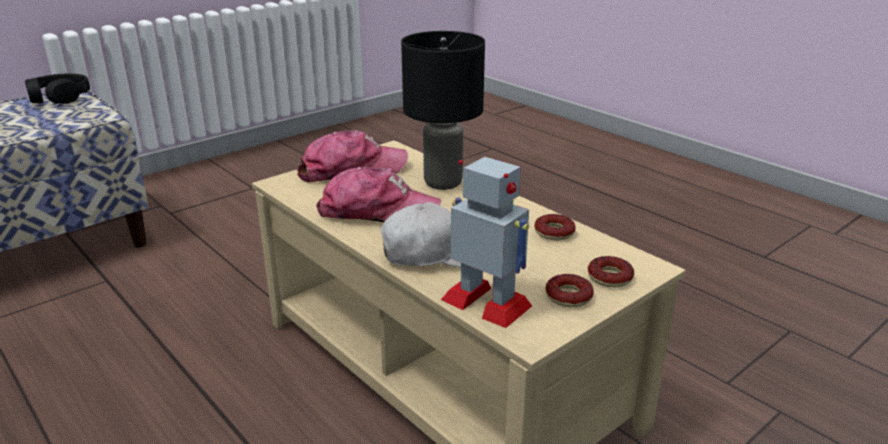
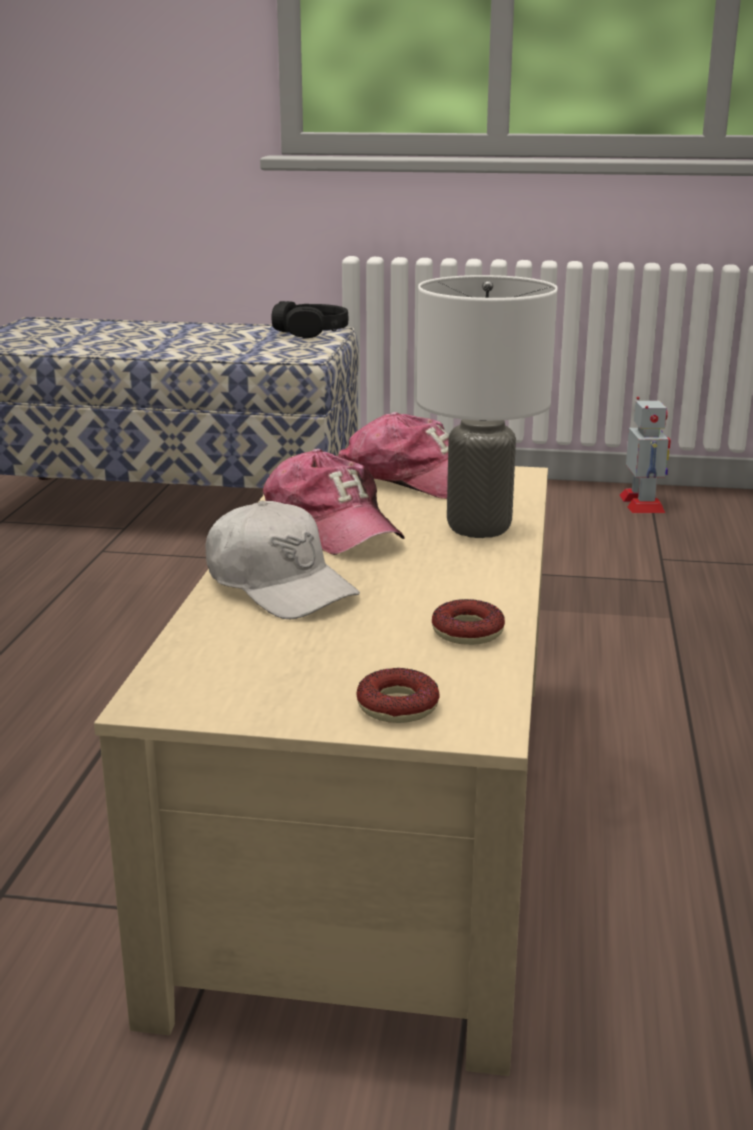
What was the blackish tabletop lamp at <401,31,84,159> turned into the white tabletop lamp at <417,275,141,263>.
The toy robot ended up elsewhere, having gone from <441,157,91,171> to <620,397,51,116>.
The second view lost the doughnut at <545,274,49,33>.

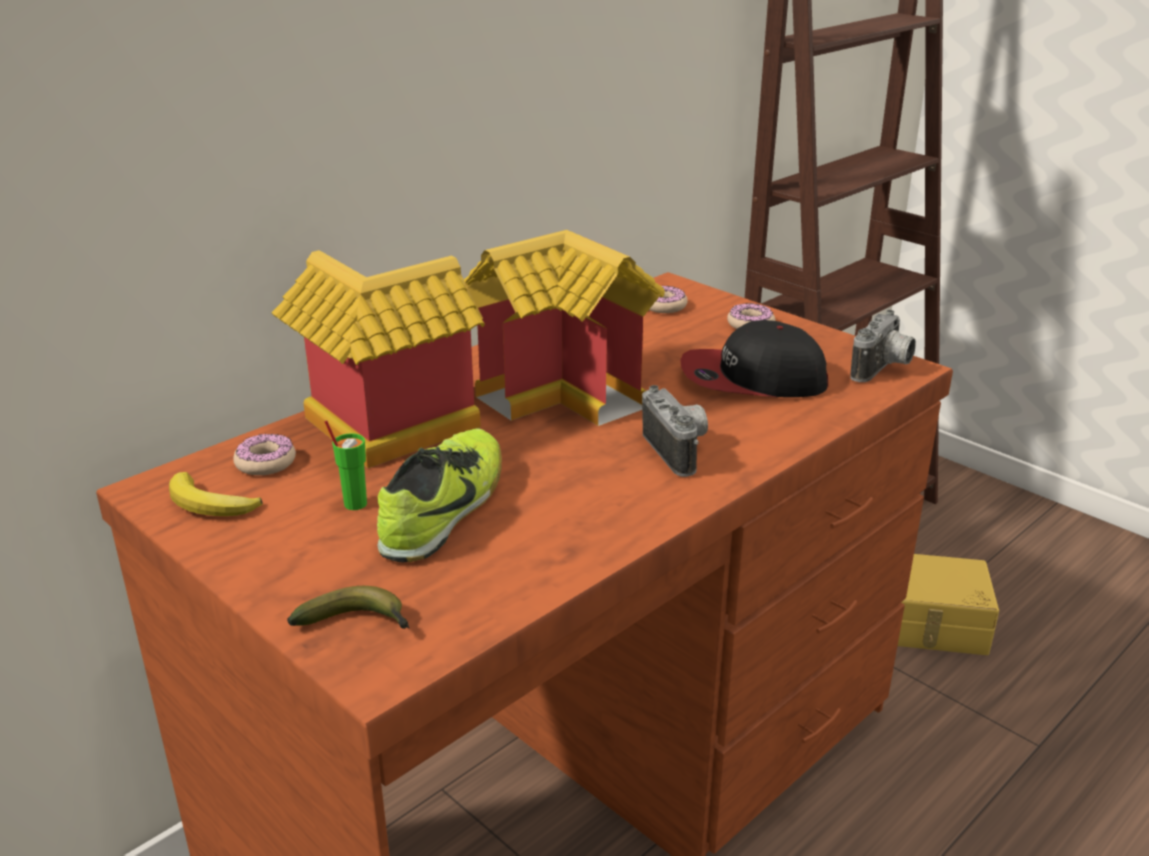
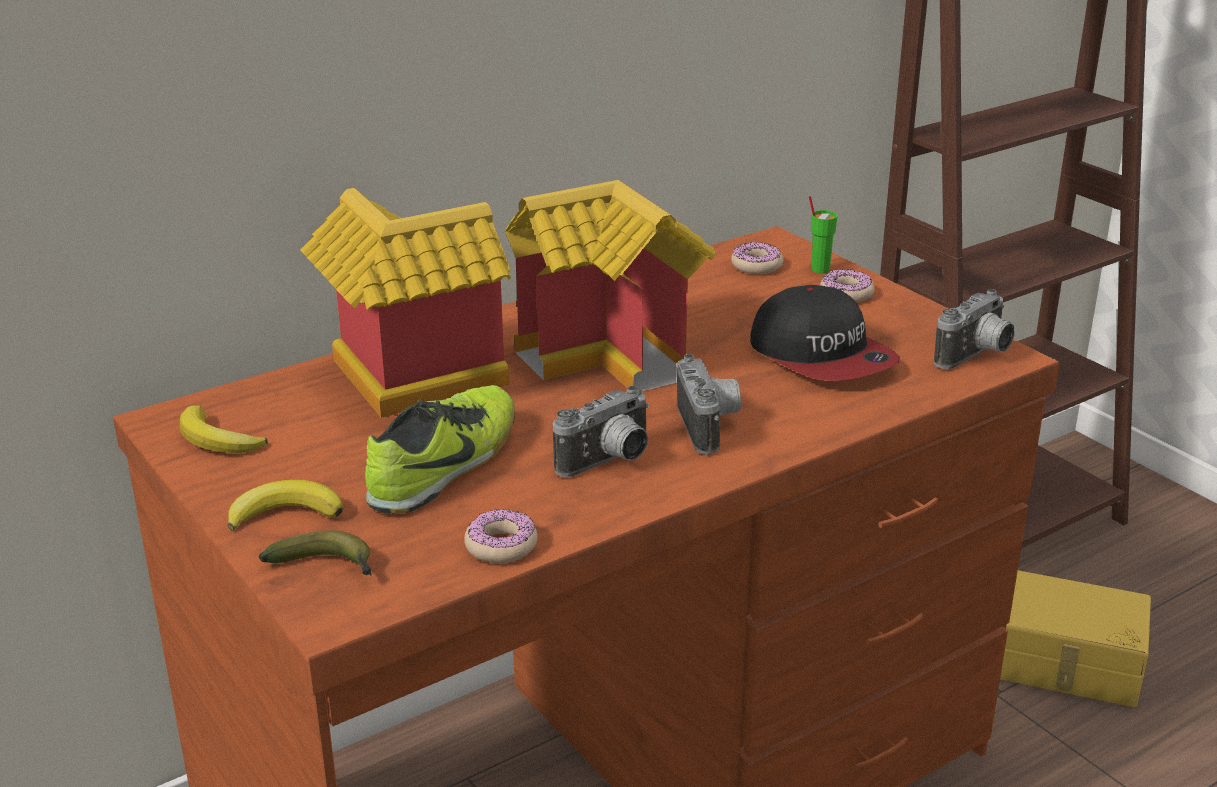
The peaked cap at <680,320,148,77> ended up facing another way, 135 degrees counterclockwise from before.
The green drinking cup ended up elsewhere, having gone from <325,420,42,90> to <809,196,29,77>.
The doughnut ended up elsewhere, having gone from <233,434,63,41> to <464,509,74,54>.
The second view gained the photo camera at <553,386,96,91>.
The second view gained the whole banana at <228,480,116,52>.

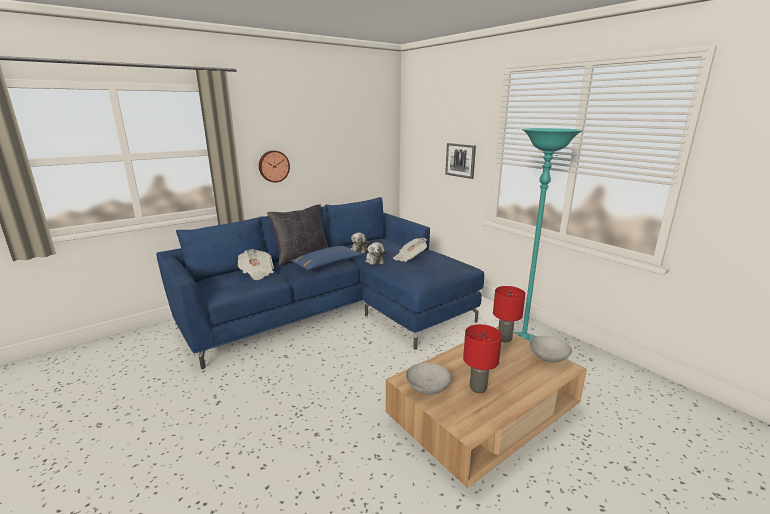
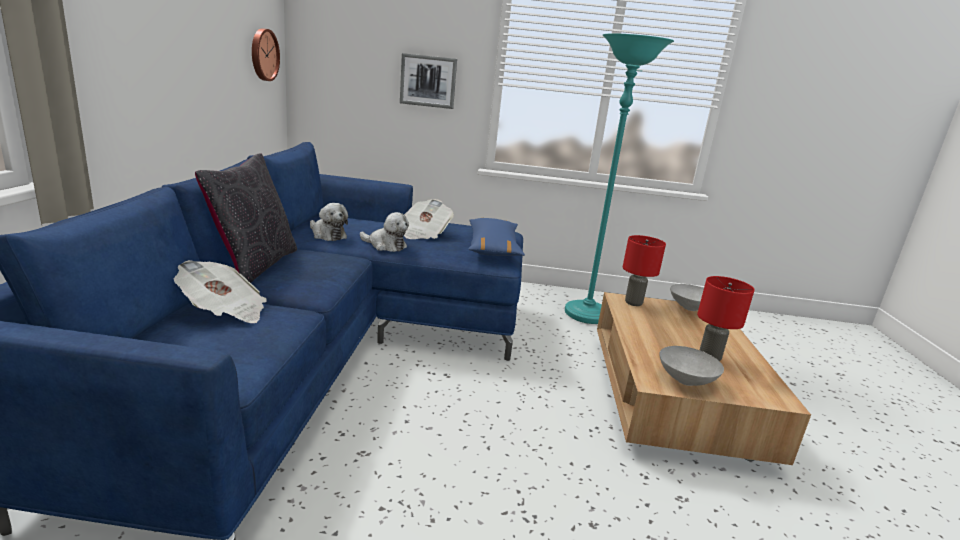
The wall clock ended up elsewhere, having gone from <259,150,31,33> to <252,28,28,53>.
The blue pillow ended up elsewhere, having gone from <291,246,71,24> to <468,218,57,38>.

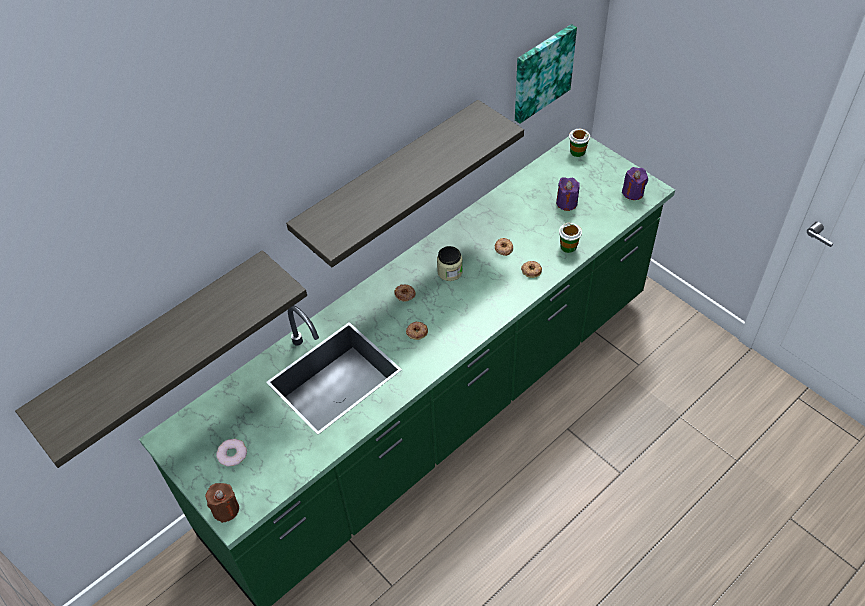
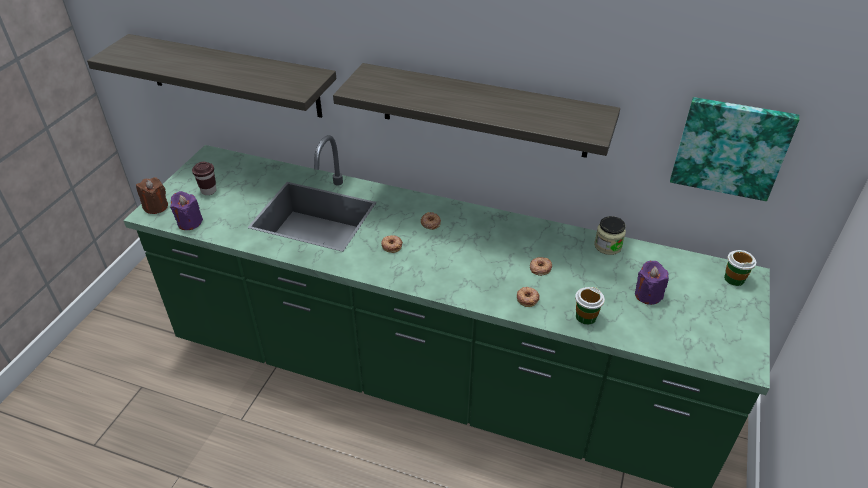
The purple wax candle ended up elsewhere, having gone from <622,167,26,33> to <170,191,33,39>.
The preserve jar ended up elsewhere, having gone from <437,246,26,35> to <594,216,32,39>.
Where the doughnut stood at <216,439,31,27>, the brownish drinking cup came to stand at <192,162,24,33>.

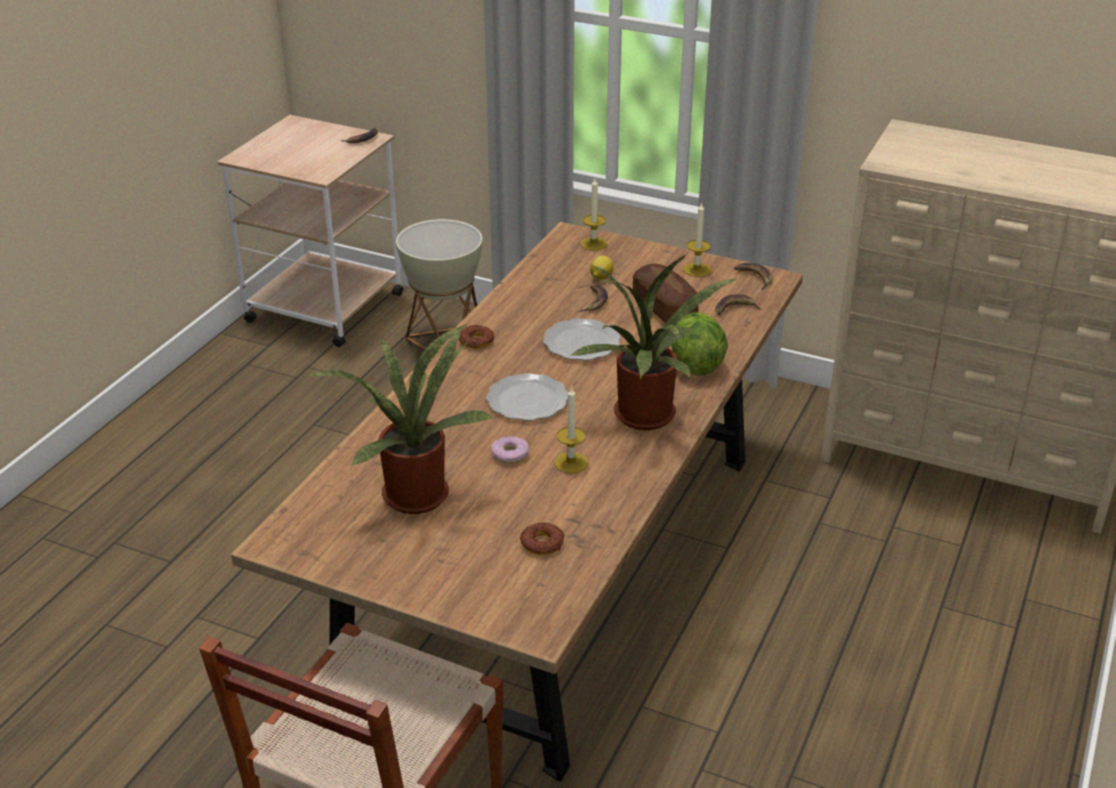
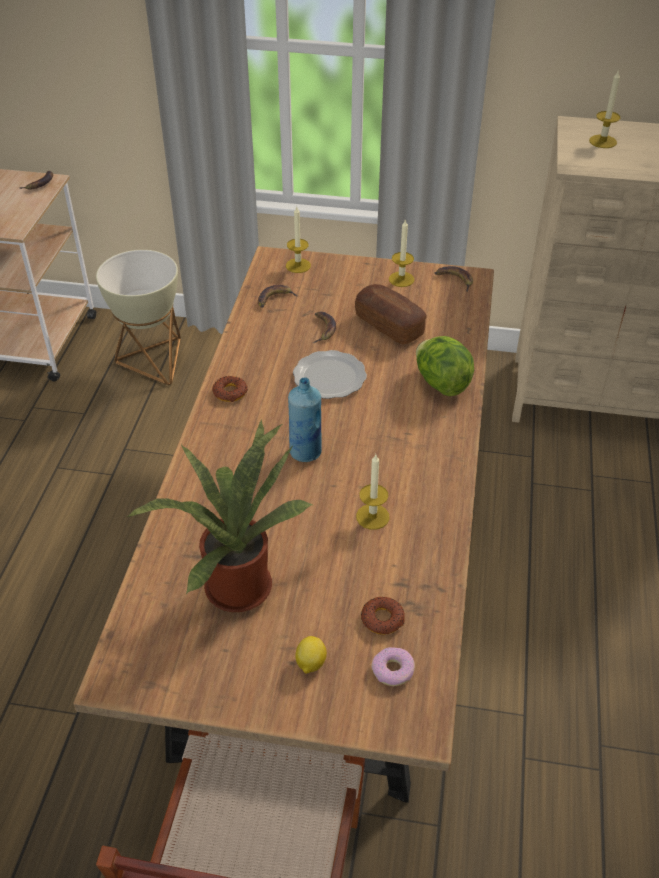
The second view lost the houseplant at <569,254,167,176>.
The lemon ended up elsewhere, having gone from <590,255,24,25> to <295,636,32,38>.
The whole banana ended up elsewhere, having gone from <715,294,47,21> to <258,284,41,24>.
Where the dinner plate stood at <486,373,82,48>, the blue bottle came to stand at <288,378,34,84>.
The doughnut ended up elsewhere, having gone from <491,436,38,28> to <371,647,44,39>.
The second view gained the wax candle at <589,71,31,77>.

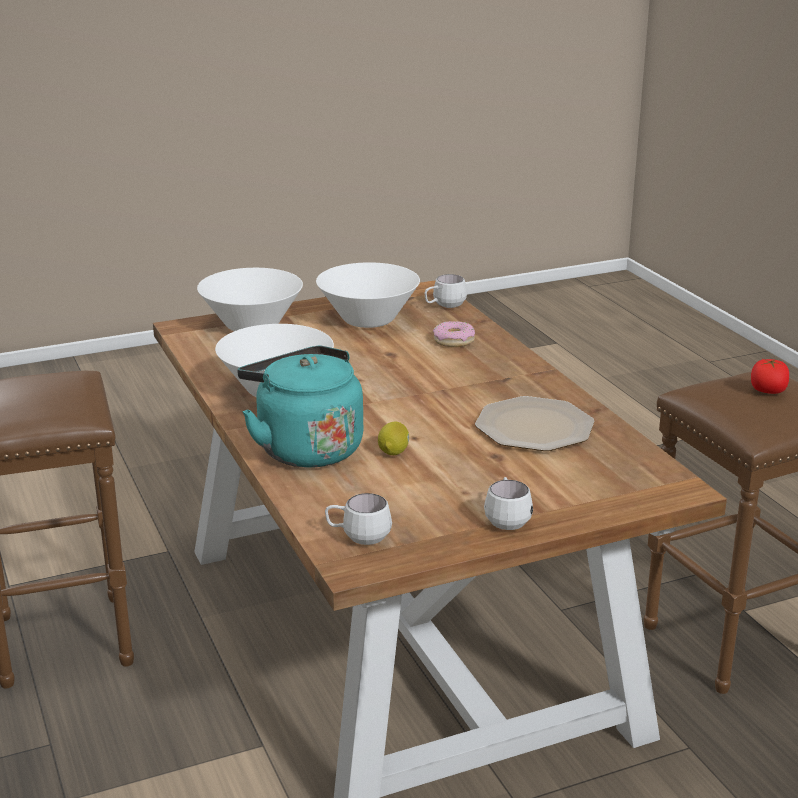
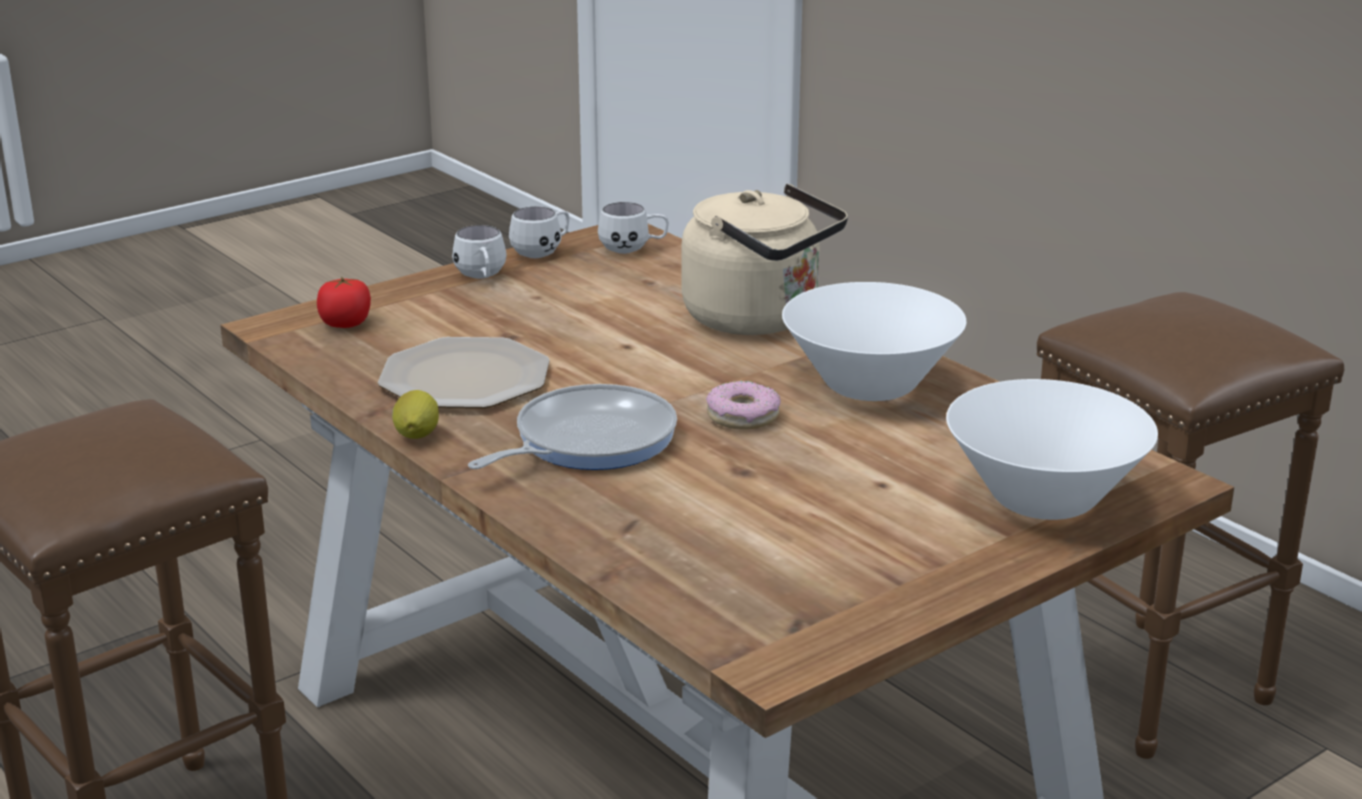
The second view lost the white serving bowl at <316,262,104,66>.
The white mug ended up elsewhere, having gone from <424,274,43,34> to <509,206,60,52>.
The doughnut ended up elsewhere, having gone from <433,321,42,26> to <706,381,75,49>.
What was the blue-green kettle at <237,345,126,123> turned into the beige kettle at <682,184,166,151>.
The tomato ended up elsewhere, having gone from <751,359,38,35> to <317,277,54,51>.
The lemon ended up elsewhere, having gone from <378,422,31,33> to <392,390,47,49>.
The second view gained the frying pan at <468,384,209,86>.

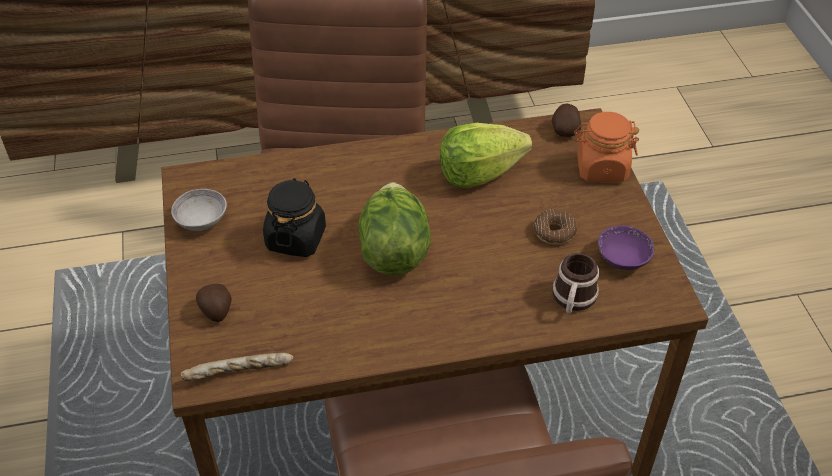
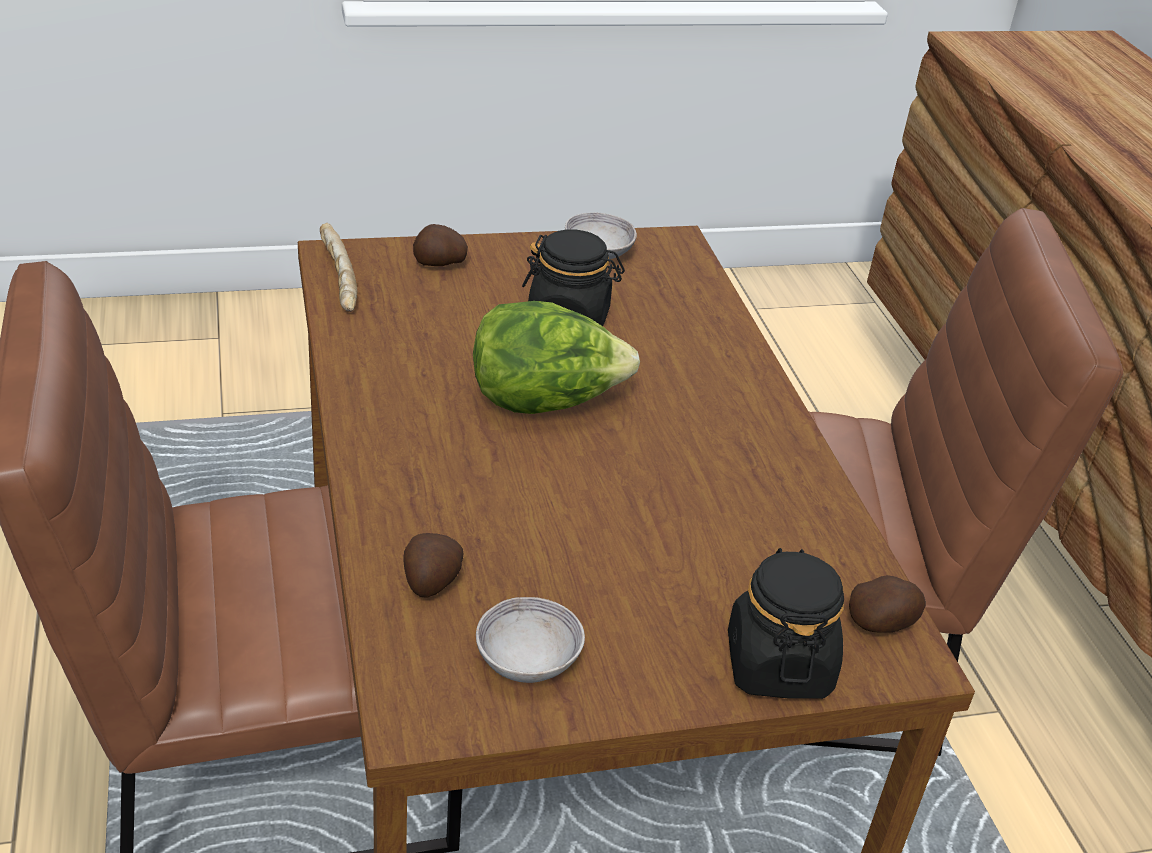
What was the orange preserve jar at <574,112,65,70> turned into the blackish preserve jar at <728,548,116,151>.
The second view lost the head of lettuce at <440,123,92,65>.
The second view lost the doughnut at <533,209,44,36>.
What was the purple serving bowl at <598,225,56,45> turned into the gray serving bowl at <476,597,109,86>.
Where the mug stood at <553,253,46,60>, the potato came to stand at <404,533,59,65>.

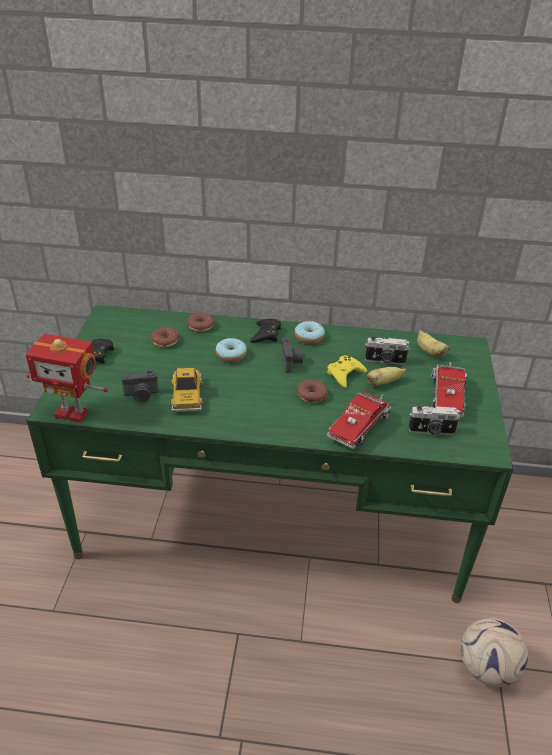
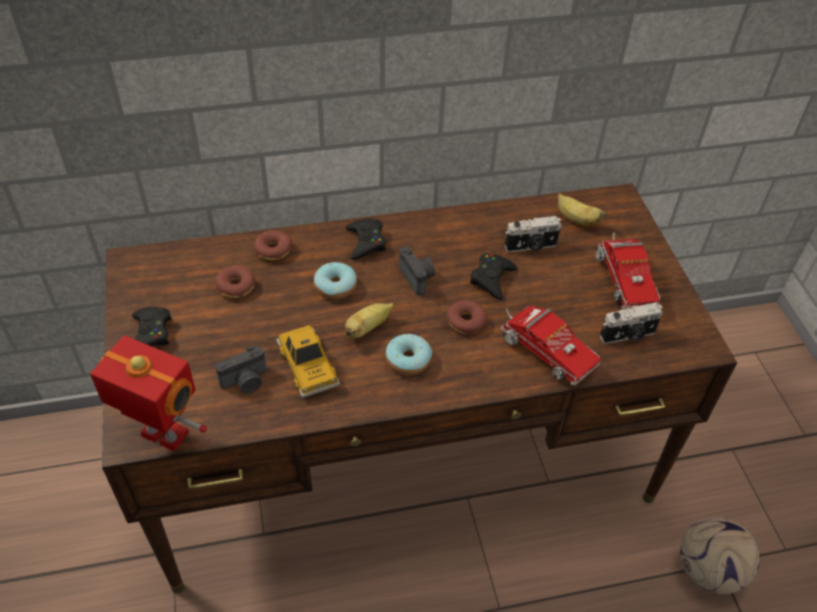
What was the green desk table at <27,305,486,298> turned into the brownish desk table at <102,183,635,410>.
The doughnut ended up elsewhere, having gone from <295,321,30,23> to <386,334,46,41>.
The toy robot at <26,334,82,89> ended up facing another way, 150 degrees counterclockwise from before.
What was the yellowish game controller at <327,355,40,33> turned into the blackish game controller at <470,253,48,47>.
The whole banana ended up elsewhere, having gone from <367,367,39,19> to <345,303,49,36>.
The toy lorry at <327,392,64,57> ended up facing another way, 60 degrees counterclockwise from before.

